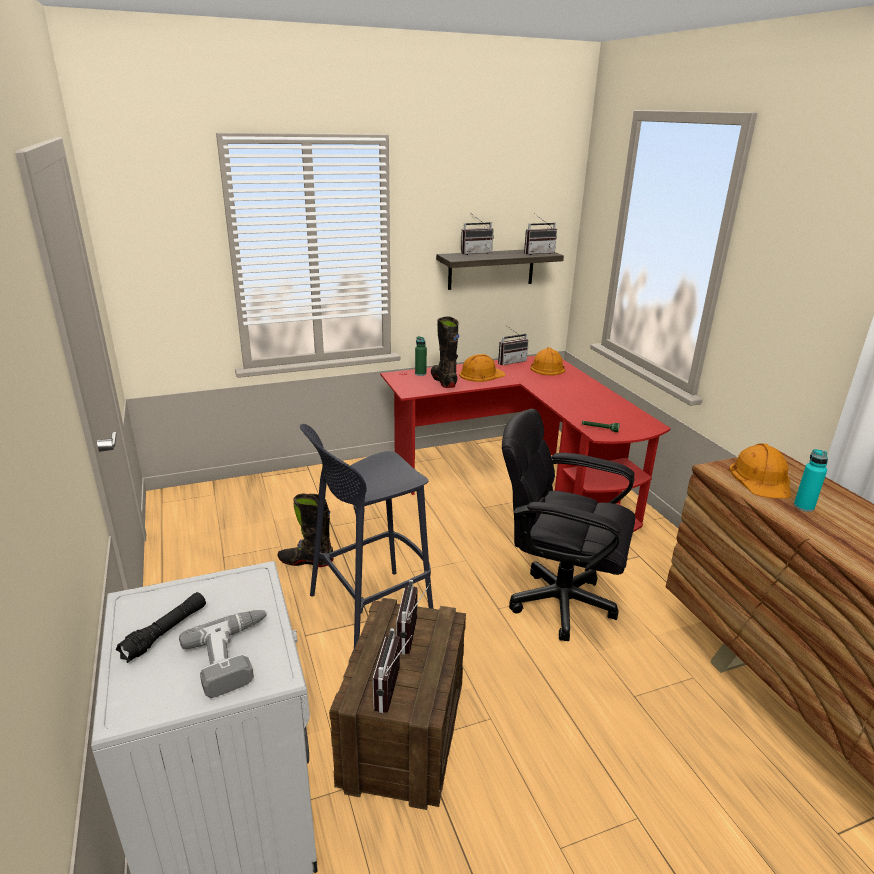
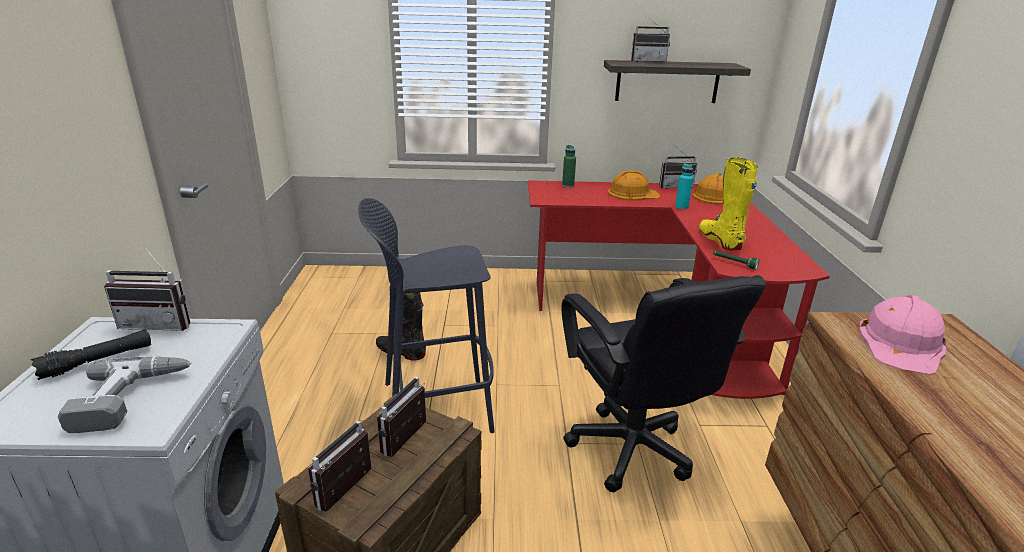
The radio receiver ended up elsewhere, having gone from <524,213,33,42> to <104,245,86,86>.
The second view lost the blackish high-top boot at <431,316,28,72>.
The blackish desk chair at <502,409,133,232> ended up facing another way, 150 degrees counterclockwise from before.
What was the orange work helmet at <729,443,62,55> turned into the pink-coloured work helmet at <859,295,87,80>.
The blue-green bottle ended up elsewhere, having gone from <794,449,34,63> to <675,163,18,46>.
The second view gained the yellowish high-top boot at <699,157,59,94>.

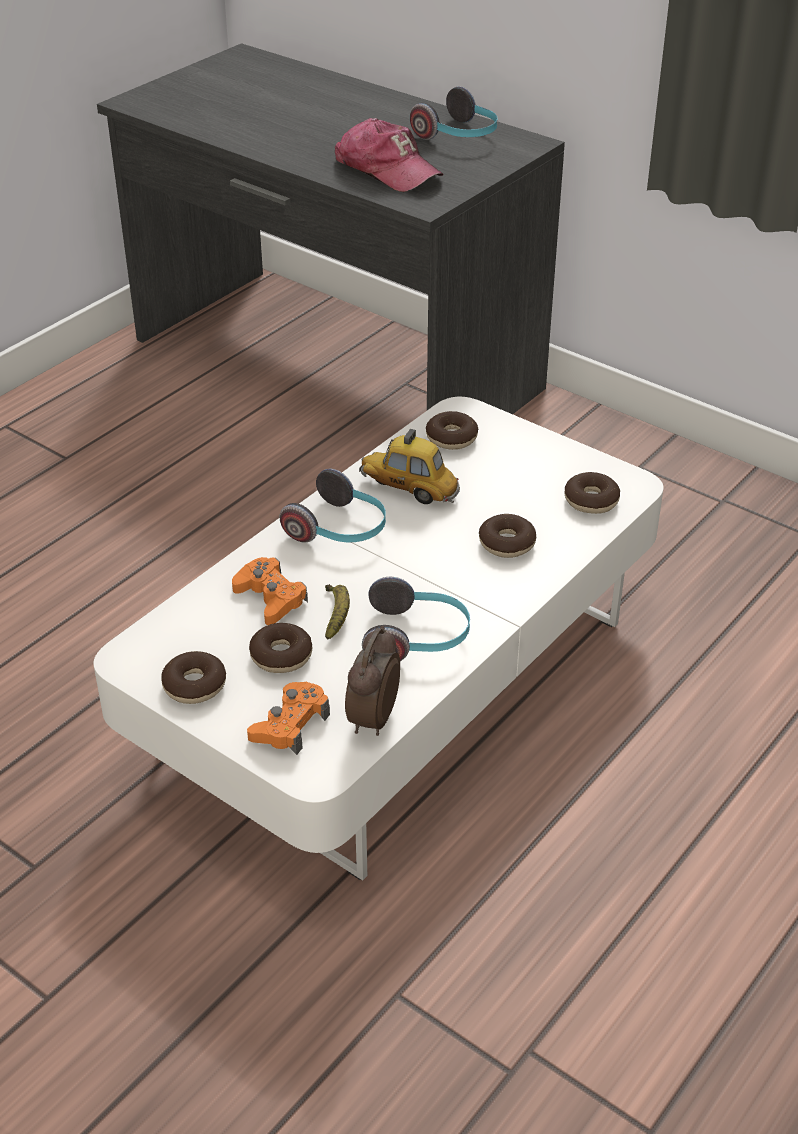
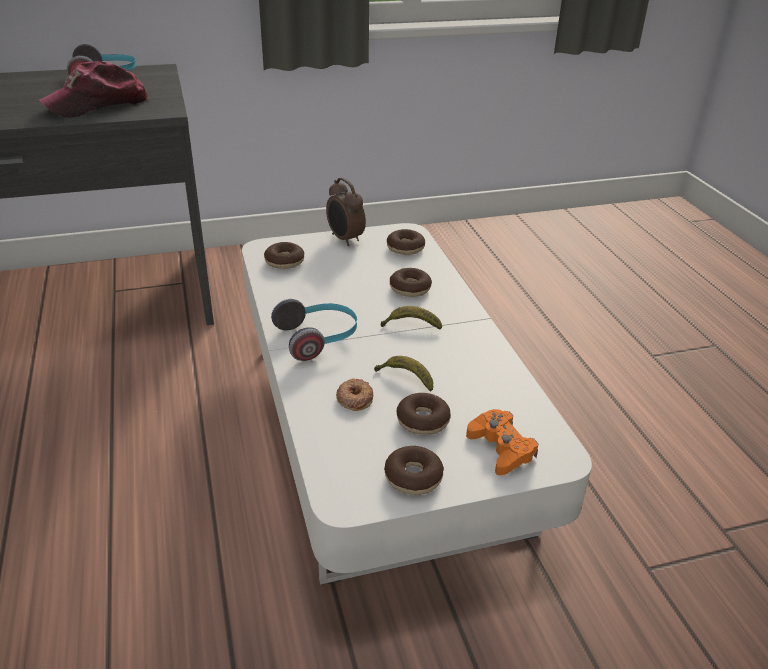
The peaked cap at <335,118,109,74> ended up facing another way, 150 degrees clockwise from before.
The second view lost the model car at <359,429,101,75>.
Where the orange game controller stood at <232,557,76,68>, the doughnut came to stand at <336,378,38,33>.
The second view lost the pair of headphones at <362,577,108,84>.
The table clock ended up elsewhere, having gone from <345,626,55,110> to <326,178,40,68>.
The second view gained the whole banana at <381,306,61,24>.

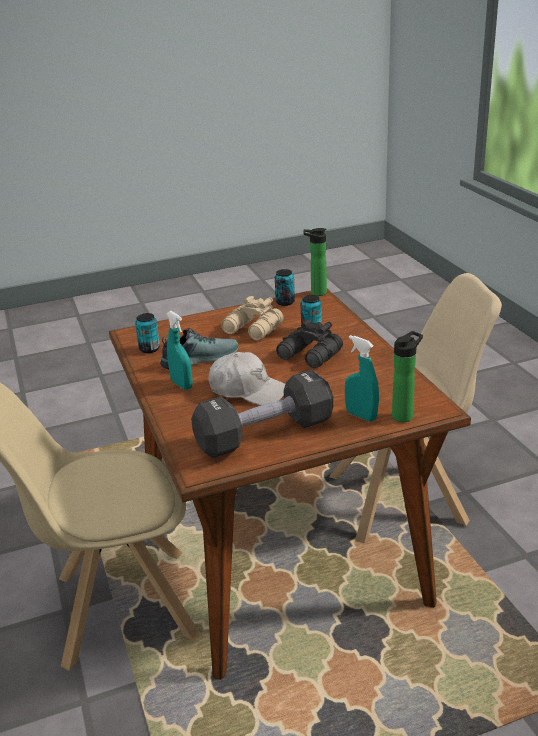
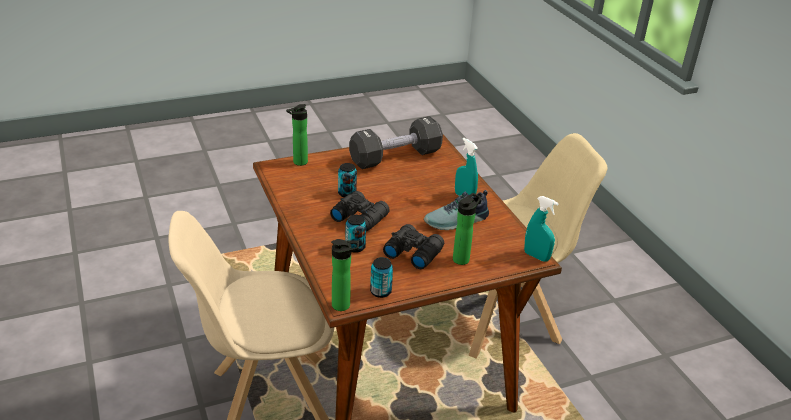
What was the beige field glasses at <221,296,63,44> turned into the blackish field glasses at <383,224,61,45>.
The metal can ended up elsewhere, having gone from <135,313,25,40> to <338,163,19,35>.
The blue-green spray bottle ended up elsewhere, having gone from <345,335,34,87> to <524,196,35,66>.
The second view lost the white peaked cap at <208,352,77,54>.
The second view gained the bottle at <453,193,29,72>.

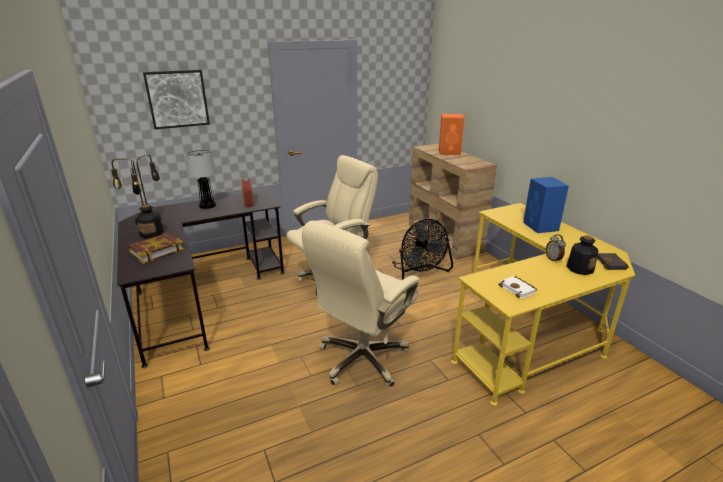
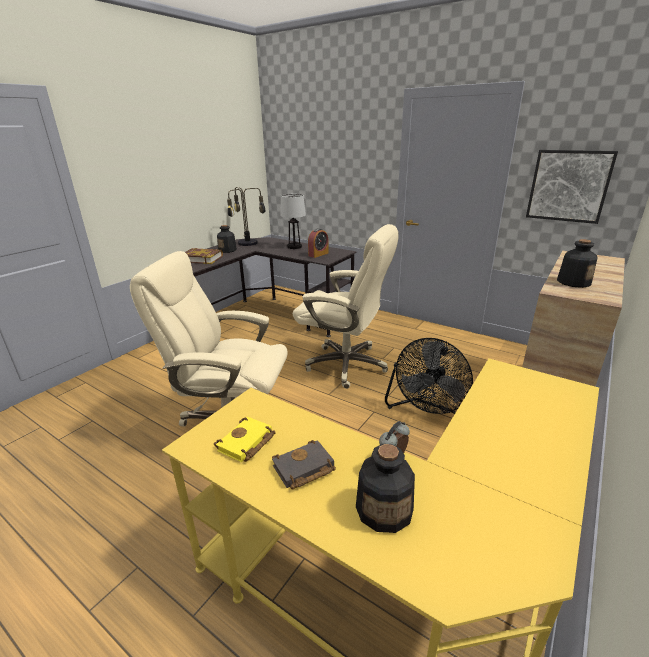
The wall art ended up elsewhere, having gone from <143,70,67,59> to <526,150,92,74>.
The second view lost the orange loudspeaker at <439,114,26,41>.
The second view lost the blue loudspeaker at <523,177,46,56>.
The blackish bound book ended up elsewhere, having gone from <597,253,32,17> to <272,440,64,49>.
What was the white bound book at <498,276,39,23> turned into the yellowish bound book at <214,417,62,45>.
The second view gained the bottle at <557,239,41,49>.

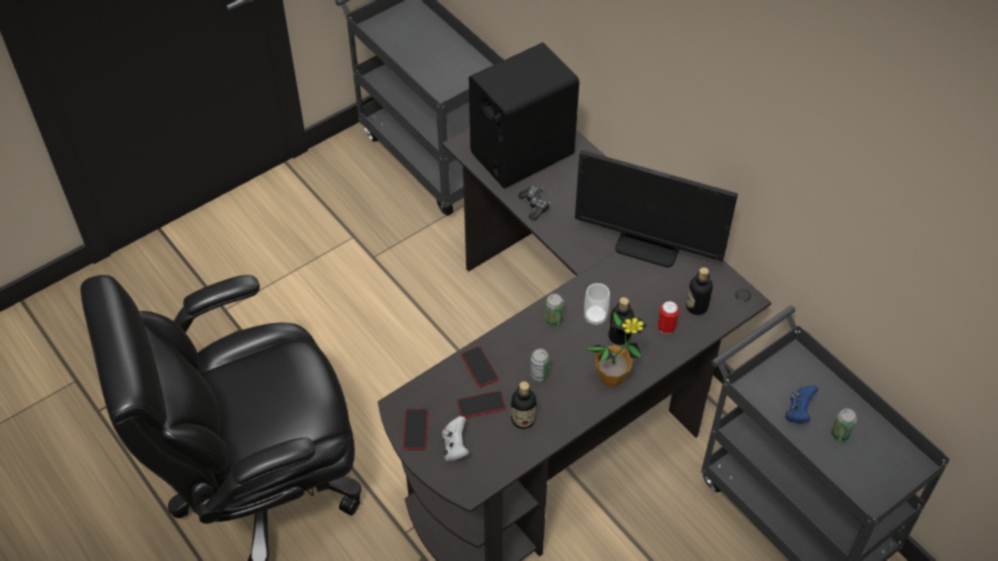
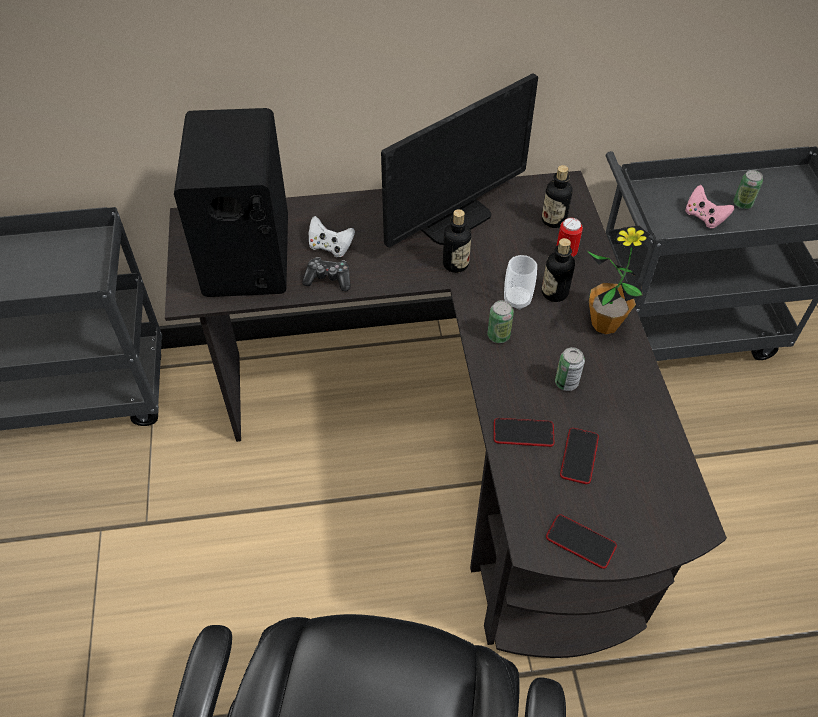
The bottle ended up elsewhere, having gone from <511,382,26,47> to <443,209,28,64>.
What was the blue game controller at <785,385,33,38> turned into the pink-coloured game controller at <685,185,49,44>.
The white game controller ended up elsewhere, having gone from <442,416,27,45> to <309,216,46,41>.

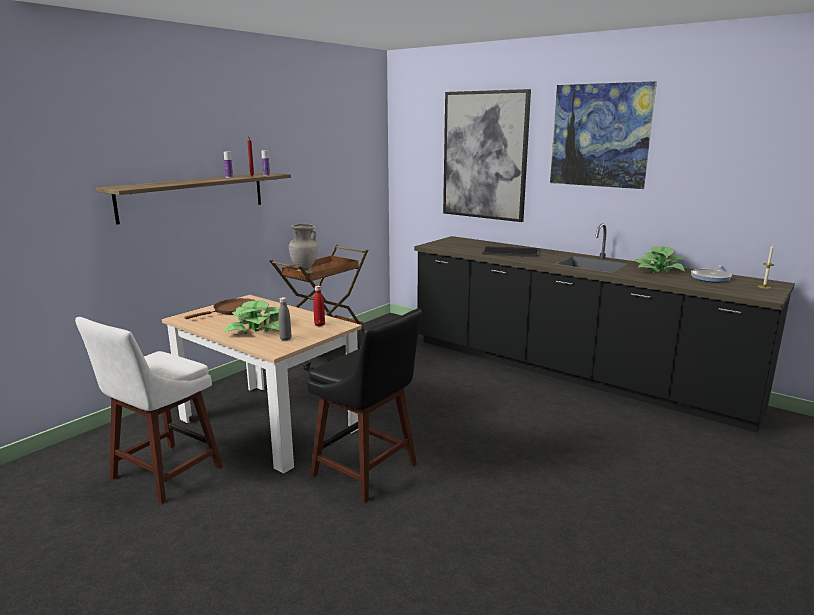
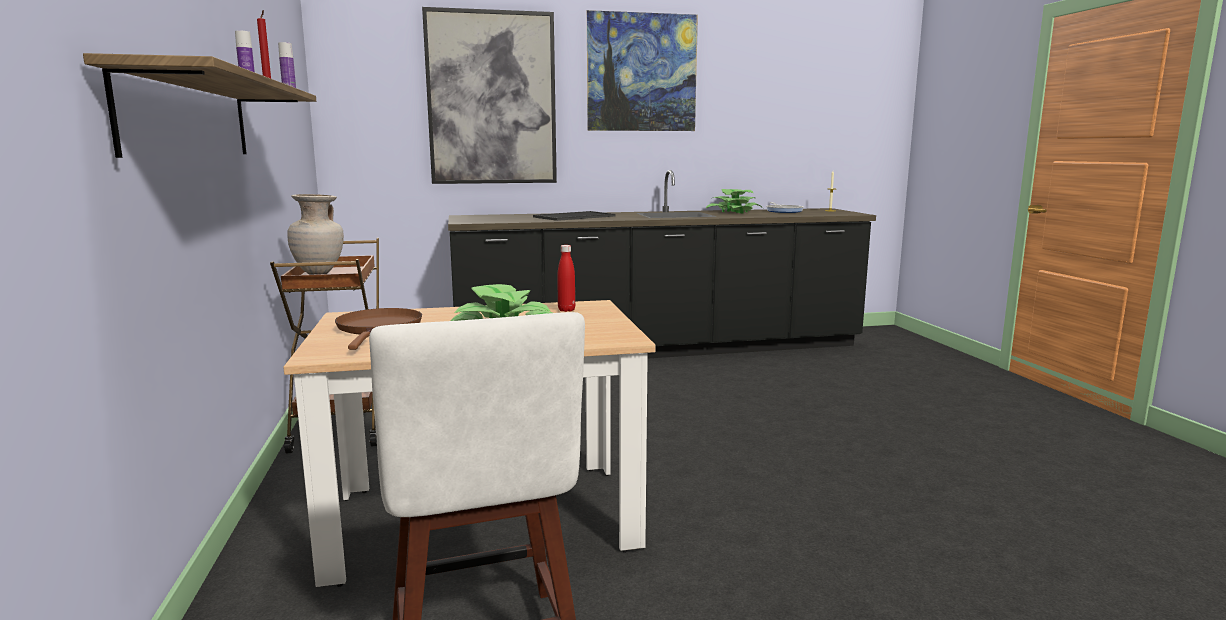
The second view lost the gray bottle at <278,297,13,44>.
The second view lost the blackish chair at <308,308,114,195>.

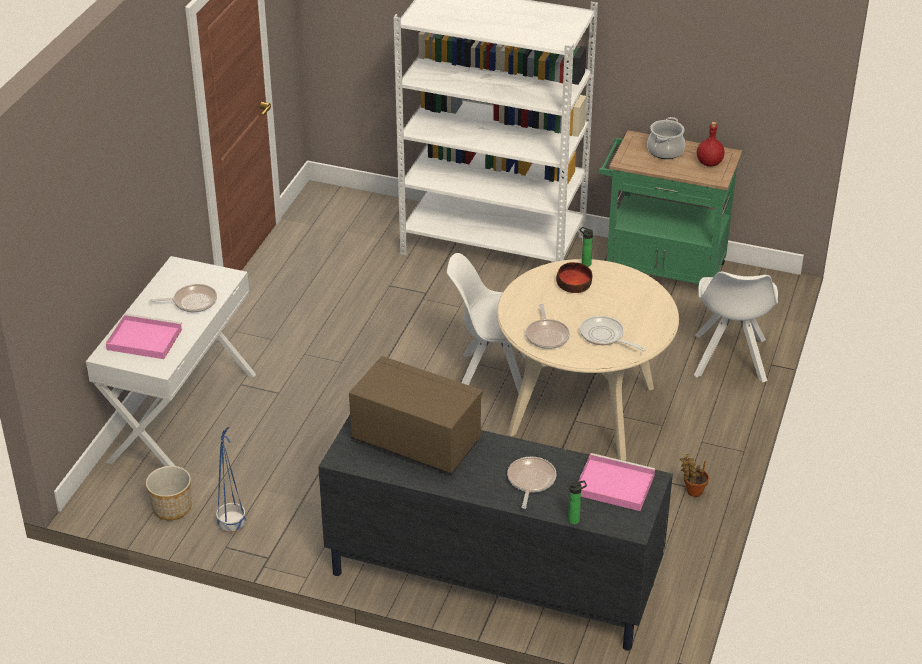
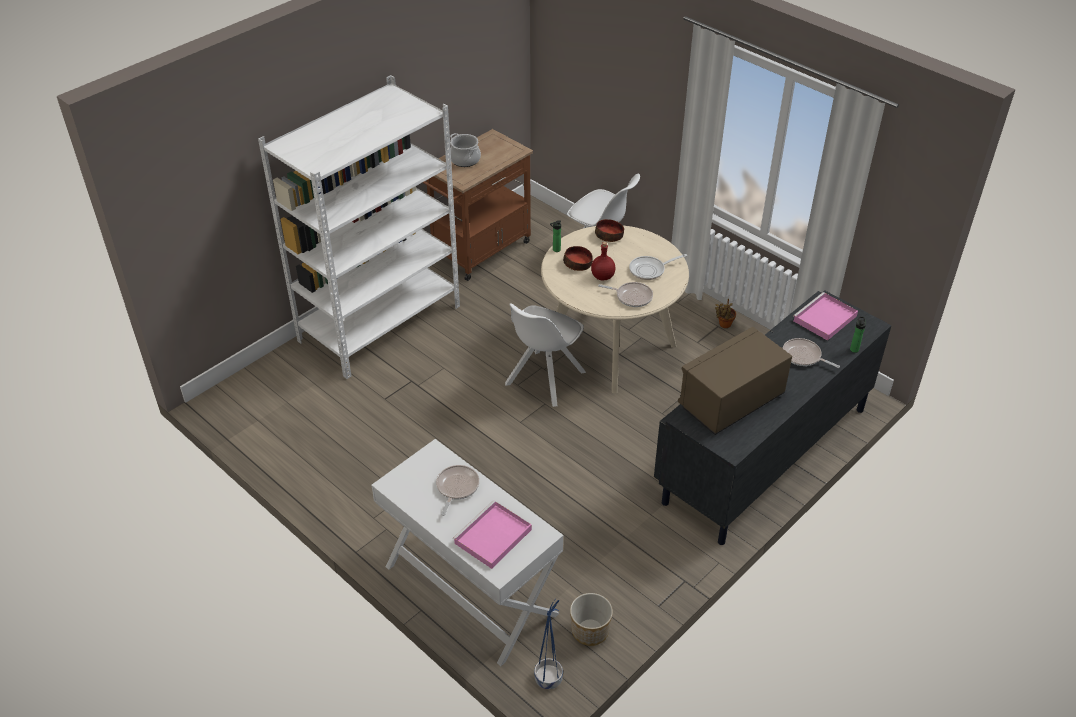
The red-coloured bottle ended up elsewhere, having gone from <697,122,28,45> to <591,242,24,38>.
What was the green wheeled cart at <598,130,144,154> turned into the brownish wheeled cart at <422,129,111,152>.
The blue planter ended up elsewhere, having gone from <216,427,30,105> to <534,599,29,90>.
The second view gained the serving bowl at <595,219,29,23>.

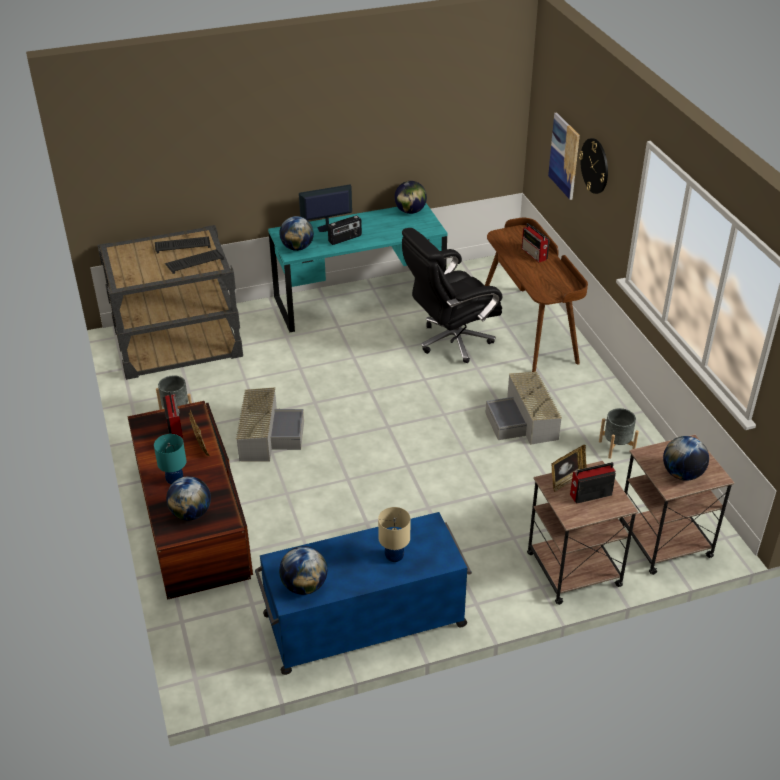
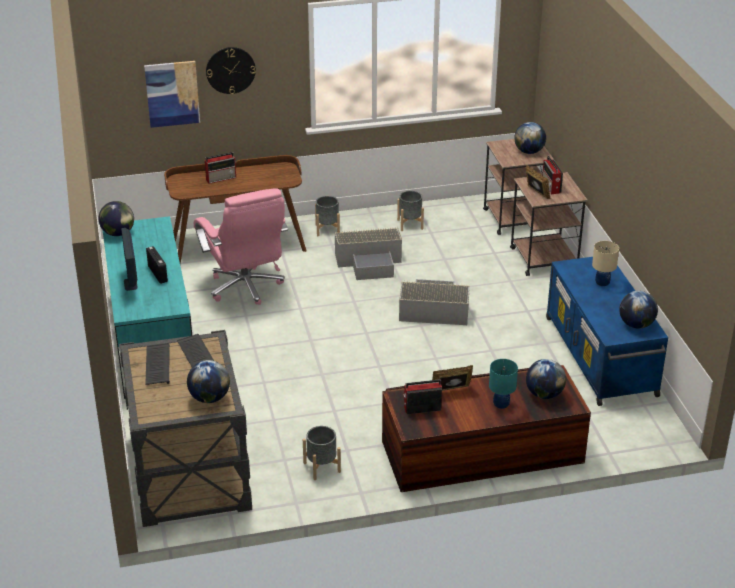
The desk globe ended up elsewhere, having gone from <279,216,35,35> to <187,360,43,43>.
What was the blackish desk chair at <402,228,100,135> turned into the pink-coloured desk chair at <194,188,94,117>.
The gray storage container ended up elsewhere, having gone from <236,387,68,75> to <399,279,71,46>.
The second view gained the gray planter at <315,196,25,40>.

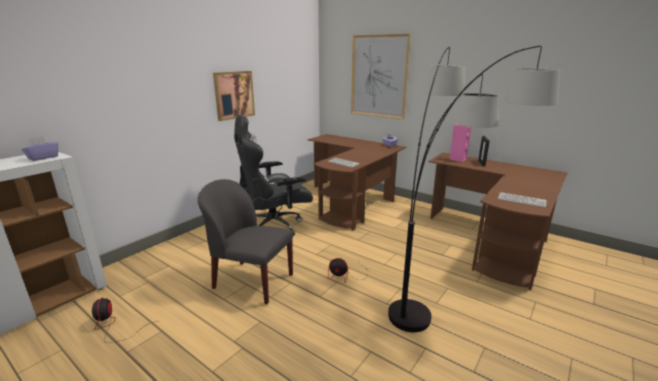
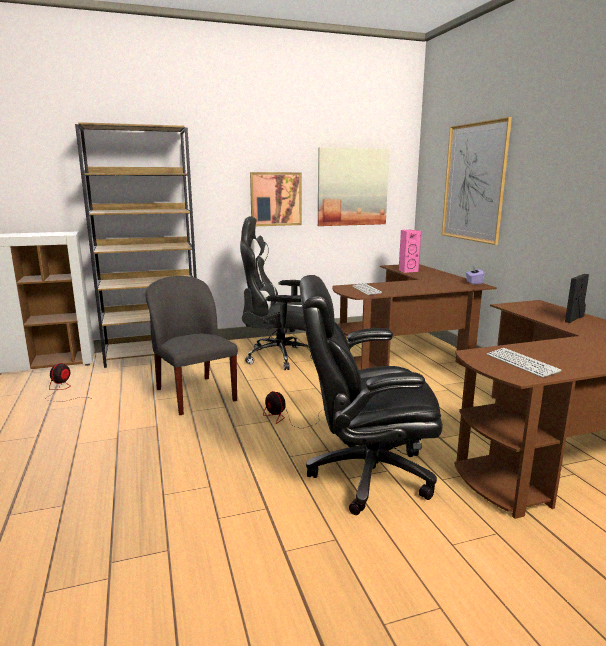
Where the floor lamp stood at <388,46,172,286>, the blackish desk chair came to stand at <300,275,143,240>.
The pink-coloured loudspeaker ended up elsewhere, having gone from <450,124,21,38> to <399,230,22,43>.
The second view lost the purple tissue holder at <21,136,37,25>.
The second view gained the brownish shelving unit at <75,122,122,246>.
The second view gained the wall art at <318,147,71,79>.

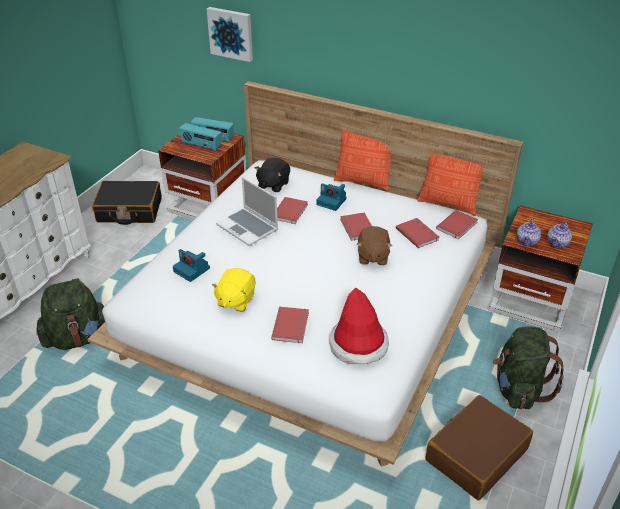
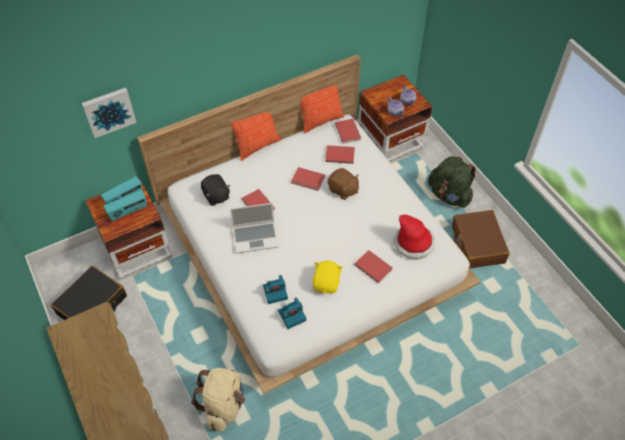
The photo camera ended up elsewhere, having gone from <317,183,30,28> to <278,297,28,32>.
The yellowish soft toy at <212,268,44,44> ended up facing another way, 135 degrees counterclockwise from before.
What was the green knapsack at <36,278,69,72> turned into the beige knapsack at <191,368,54,64>.

